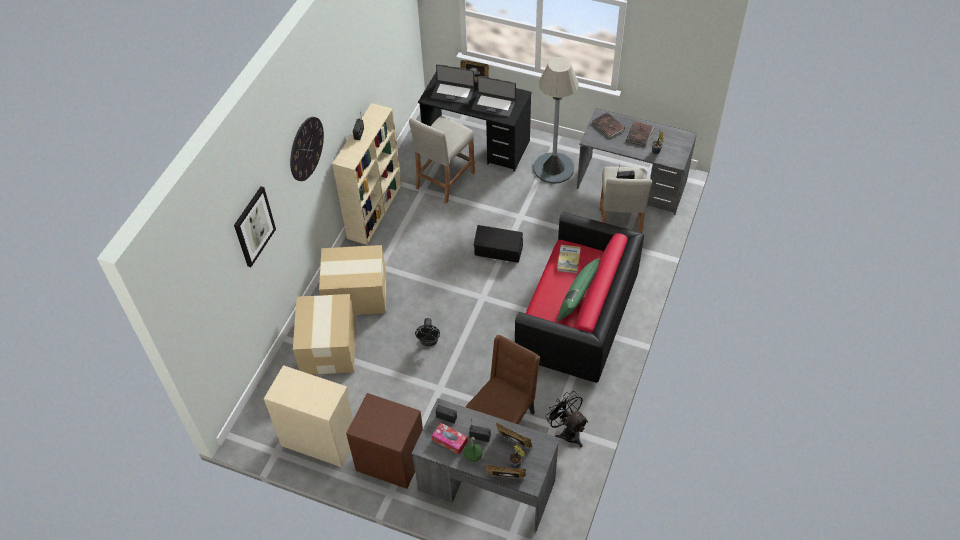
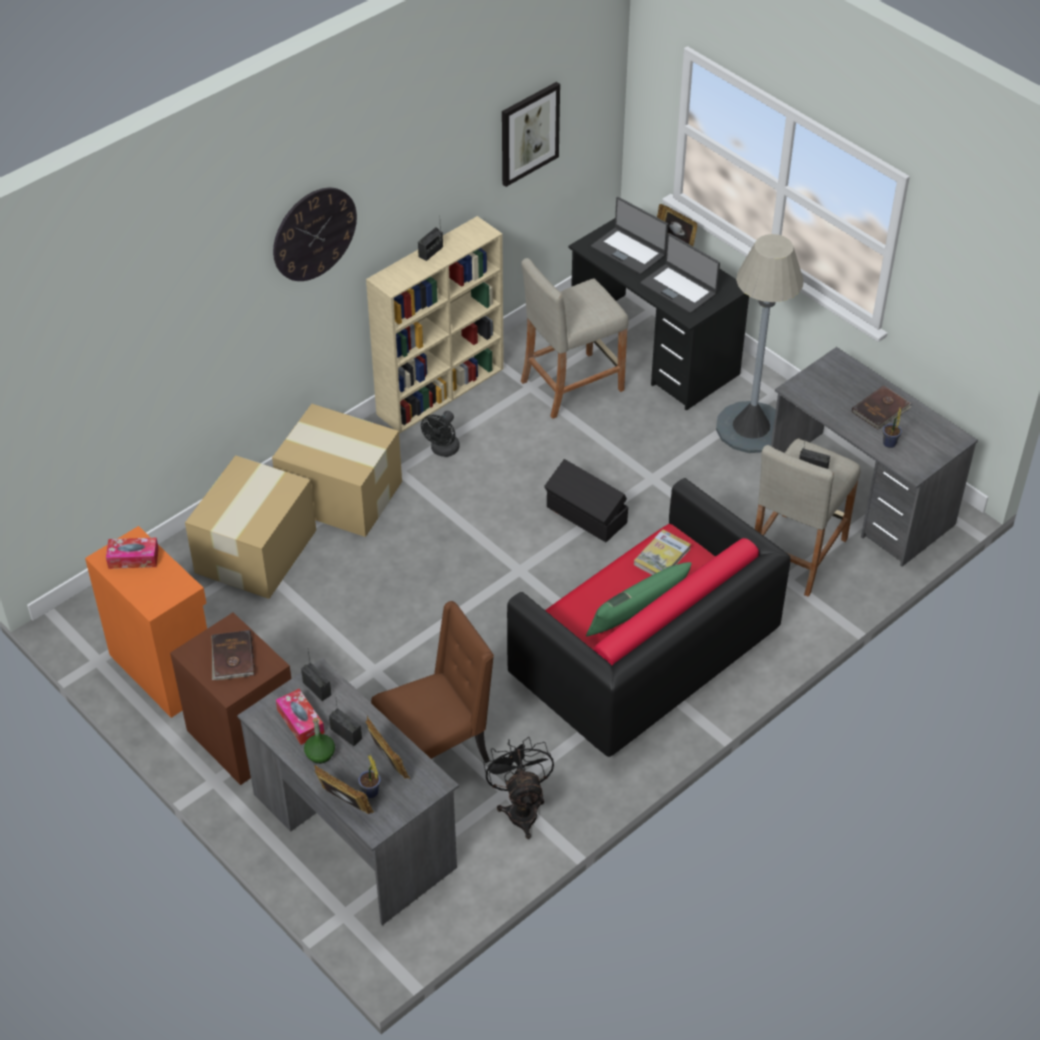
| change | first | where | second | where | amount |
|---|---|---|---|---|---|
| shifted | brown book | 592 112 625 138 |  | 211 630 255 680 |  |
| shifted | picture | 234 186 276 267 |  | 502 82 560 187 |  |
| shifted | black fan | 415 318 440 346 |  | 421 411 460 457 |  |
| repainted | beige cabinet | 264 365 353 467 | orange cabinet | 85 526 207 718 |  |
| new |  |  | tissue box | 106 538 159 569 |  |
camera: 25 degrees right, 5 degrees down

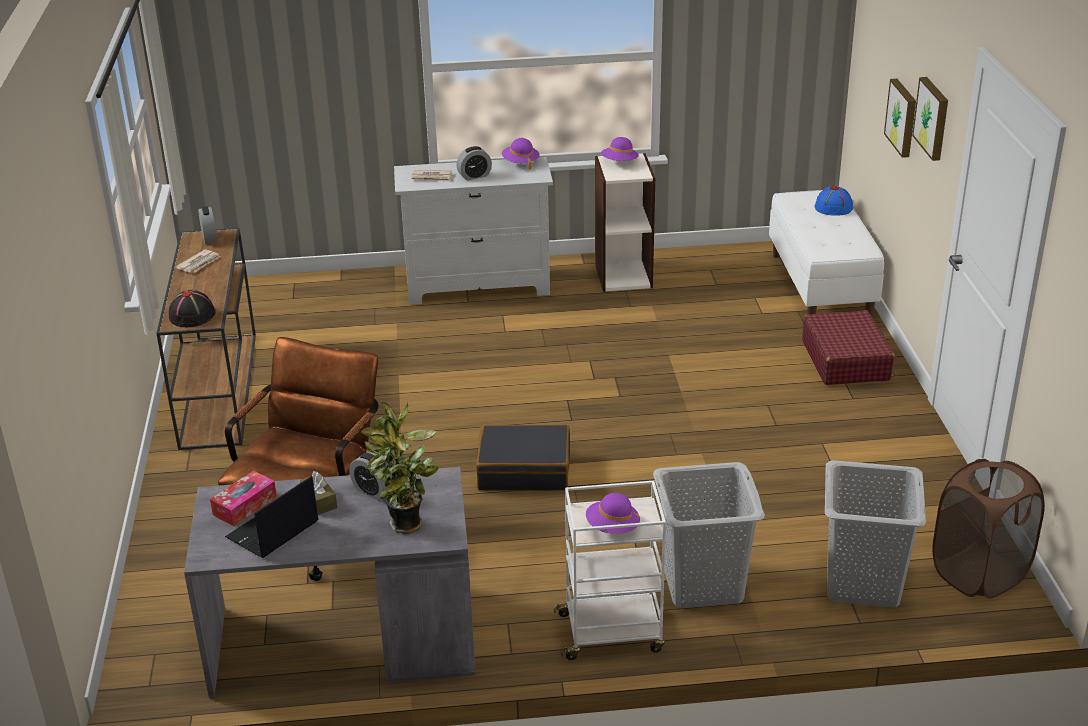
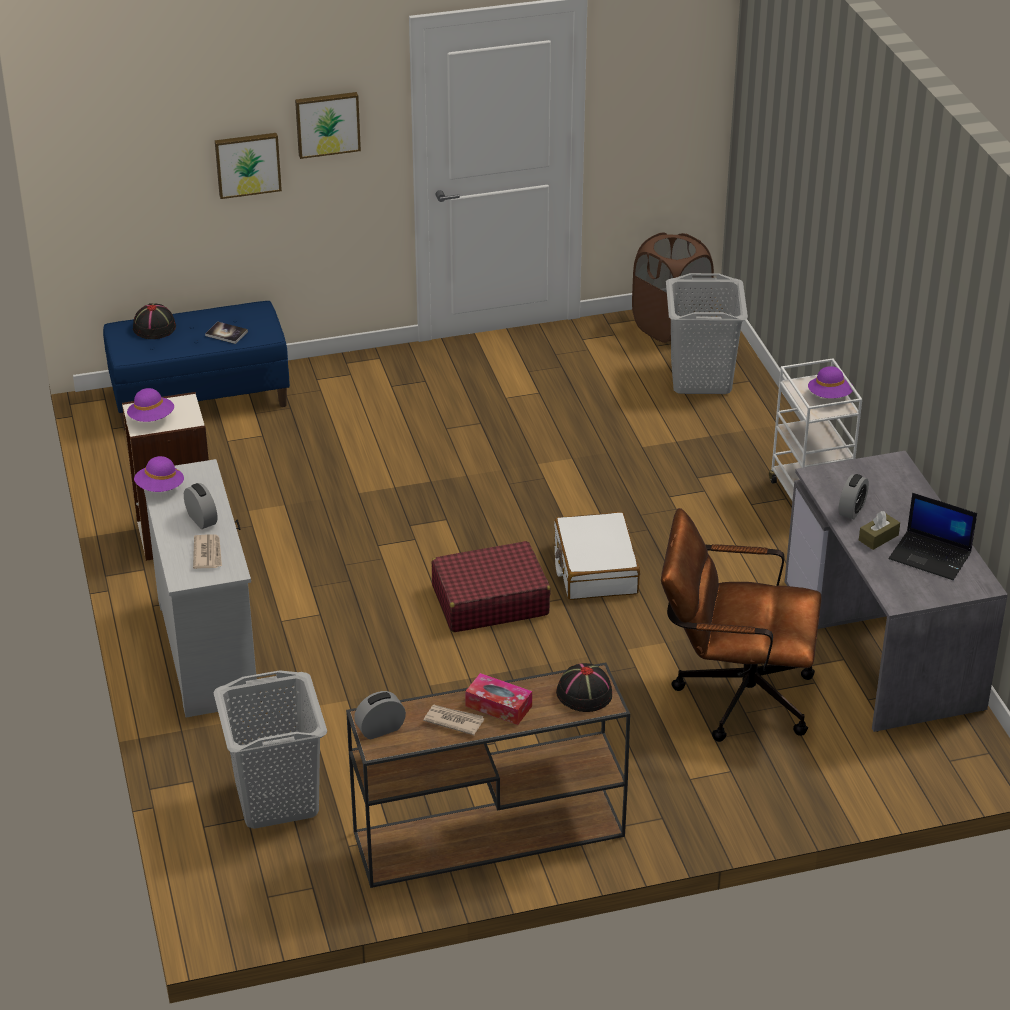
| change | first | where | second | where | amount |
|---|---|---|---|---|---|
| repainted | blue hat | 815 186 853 216 | black hat | 133 303 176 339 |  |
| repainted | white bench | 769 190 884 316 | blue bench | 103 301 290 430 |  |
| shifted | red suitcase | 802 310 895 385 |  | 432 541 551 632 |  |
| gone | potted plant | 361 401 439 534 |  |  |  |
| repainted | black suitcase | 476 425 570 491 | white suitcase | 554 512 640 600 |  |
| shifted | grey laundry basket | 653 462 765 609 |  | 213 670 327 829 |  |
| shifted | tissue box | 210 471 277 526 |  | 465 673 532 725 |  |
| new |  |  | book | 205 322 248 344 |  |
camera: 100 degrees left, 5 degrees up

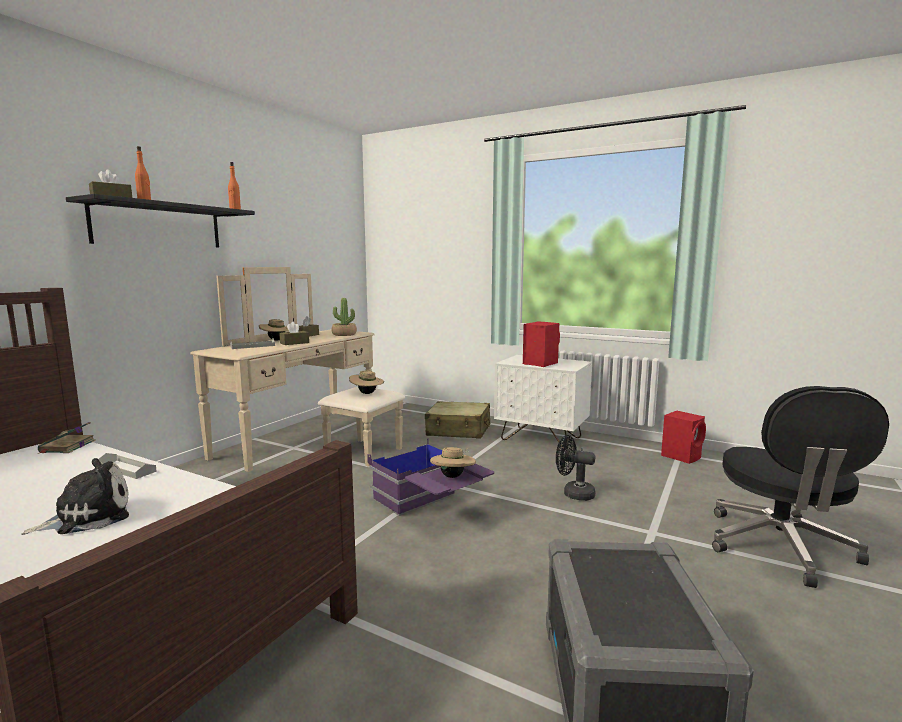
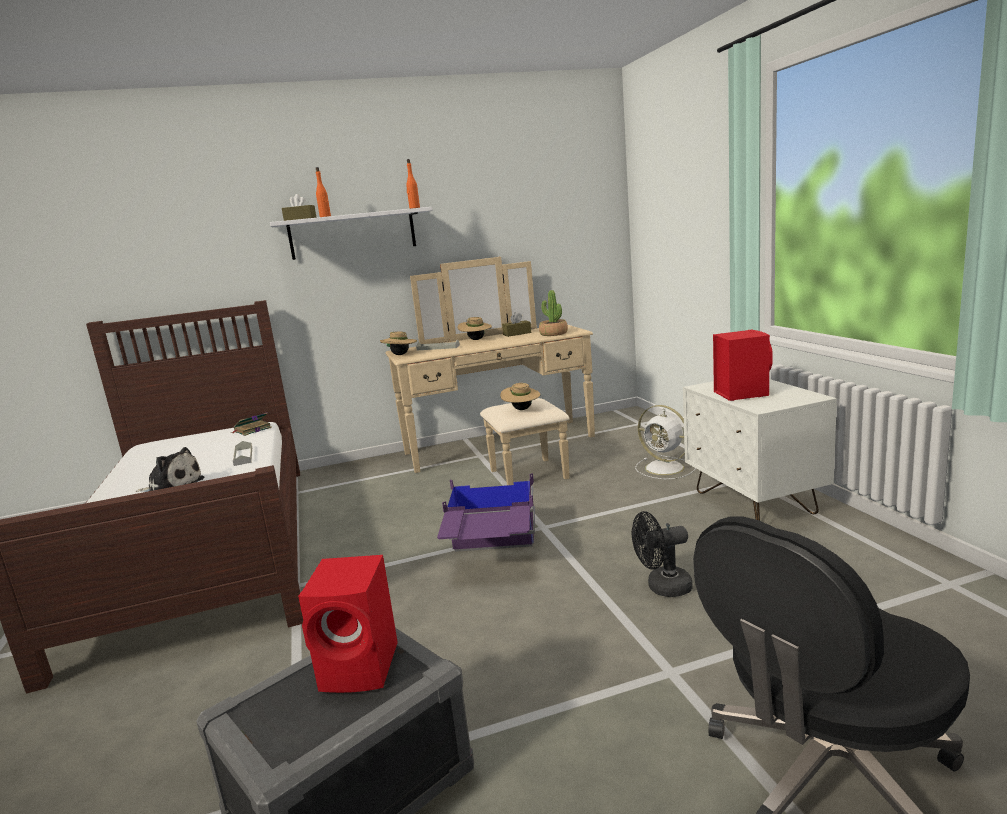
| change | first | where | second | where | amount |
|---|---|---|---|---|---|
| repainted | black shelf | 66 194 255 248 | white shelf | 270 207 433 260 |  |
| gone | brown tissue box | 279 322 309 345 |  |  |  |
| swapped | beige suitcase | 425 401 490 438 | white fan | 635 405 696 479 |  |
| shifted | red speaker | 661 411 706 464 |  | 298 555 398 693 |  |
| rotated | black fan | 556 435 596 501 |  | 632 511 692 597 | 75 degrees counterclockwise |
| shifted | beige hat | 430 447 476 478 |  | 380 331 417 355 |  |
camera: 45 degrees right, 5 degrees up

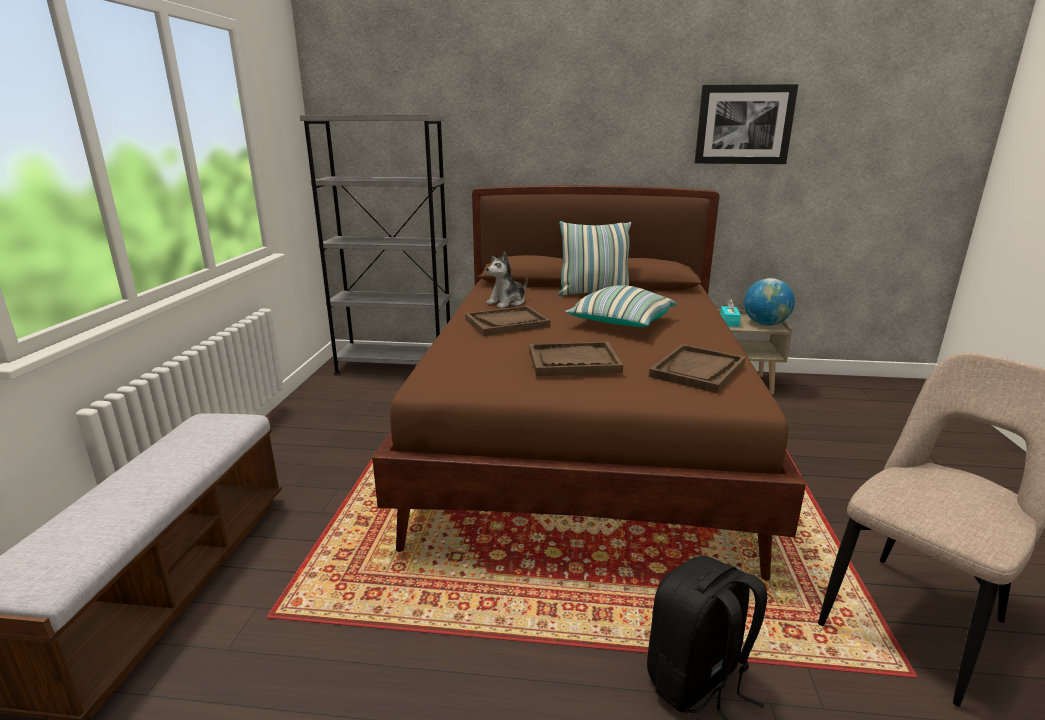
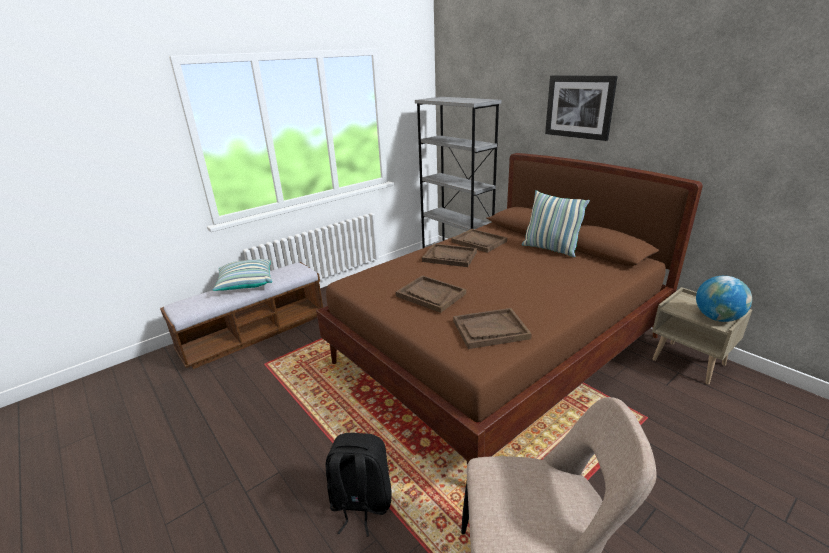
| change | first | where | second | where | amount |
|---|---|---|---|---|---|
| shifted | picture | 695 84 798 164 |  | 545 76 618 141 |  |
| swapped | plush toy | 486 252 528 308 | brown tray | 452 229 507 253 |  |
| shifted | pillow | 565 285 677 327 |  | 213 259 272 291 |  |
| gone | turquoise tissue box | 720 299 741 327 |  |  |  |
camera: 45 degrees right, 5 degrees up

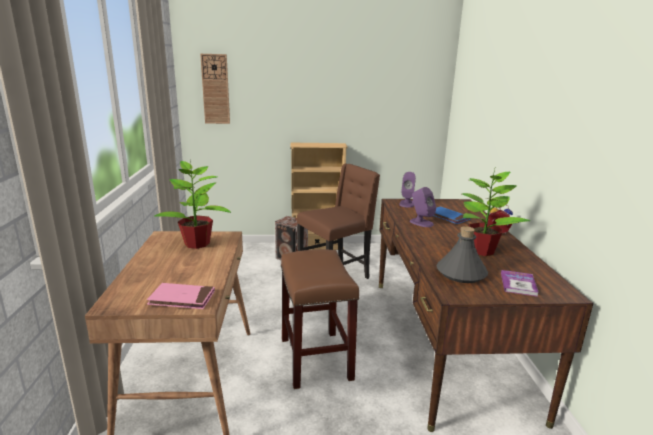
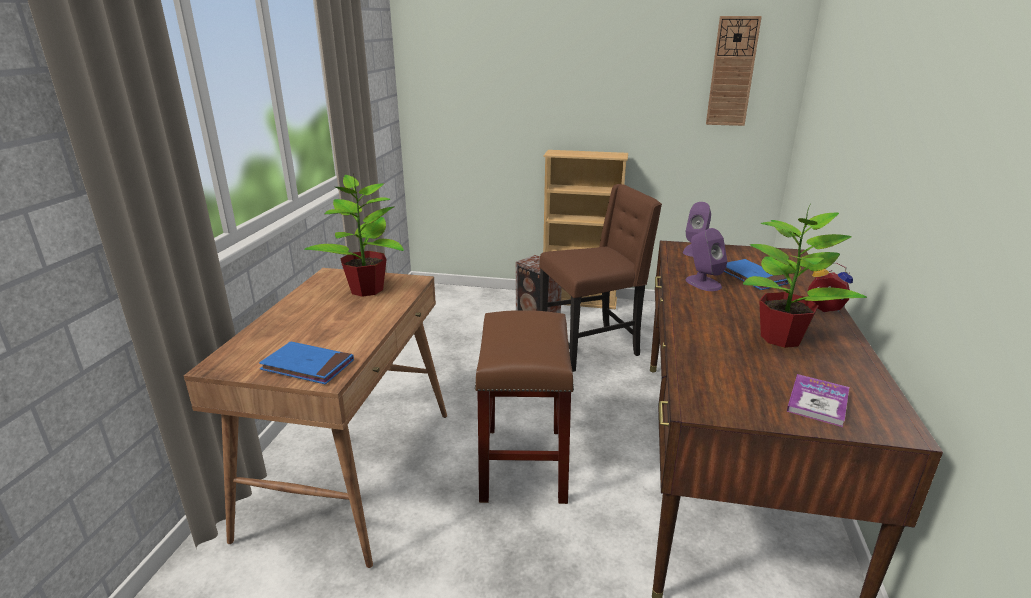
| change | first | where | second | where | amount |
|---|---|---|---|---|---|
| shifted | wall clock | 200 54 230 124 |  | 706 16 762 126 |  |
| gone | grey bottle | 436 226 488 283 |  |  |  |
| repainted | pink book | 147 283 215 309 | blue book | 259 342 354 384 |  |
camera: 15 degrees right, 5 degrees up

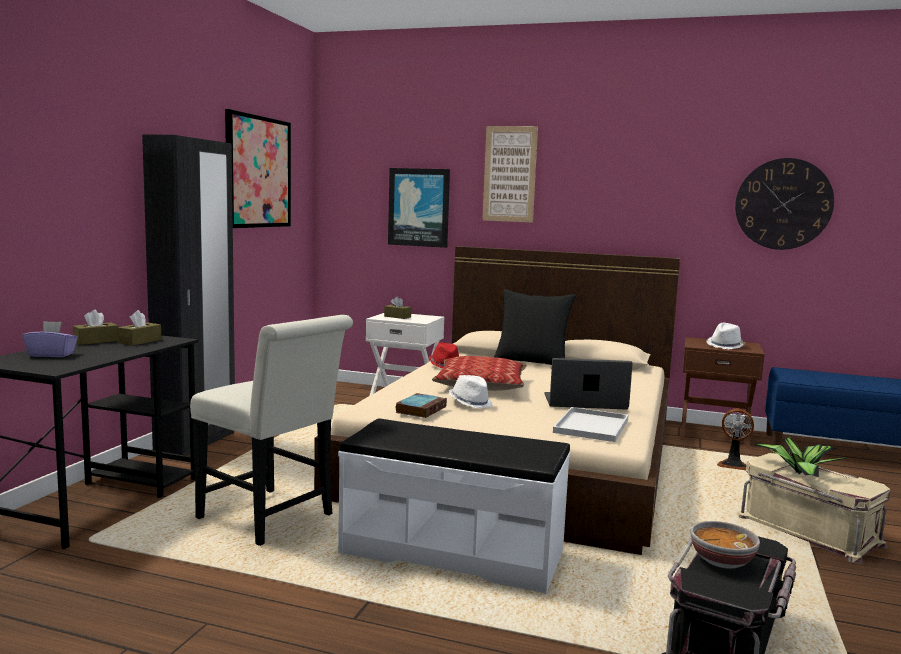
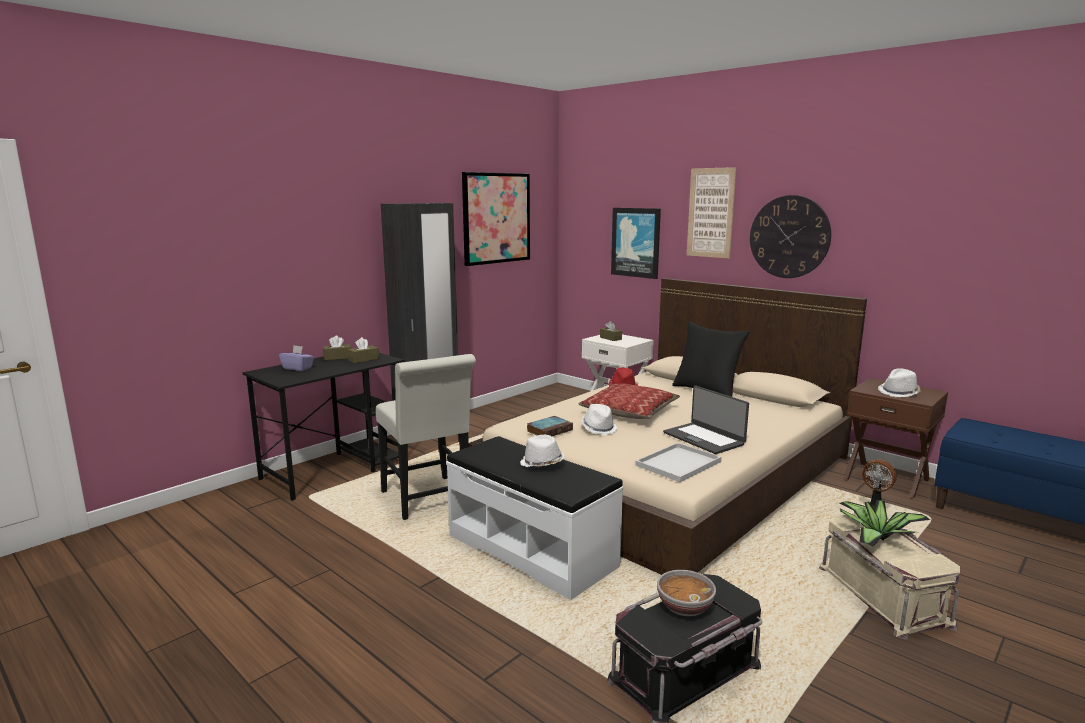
| change | first | where | second | where | amount |
|---|---|---|---|---|---|
| shifted | wall clock | 735 158 834 250 |  | 750 195 831 278 |  |
| rotated | laptop | 544 358 633 410 |  | 663 385 749 454 | 150 degrees counterclockwise |
| new |  |  | white hat | 520 435 565 467 |  |
camera: 25 degrees right, 5 degrees up

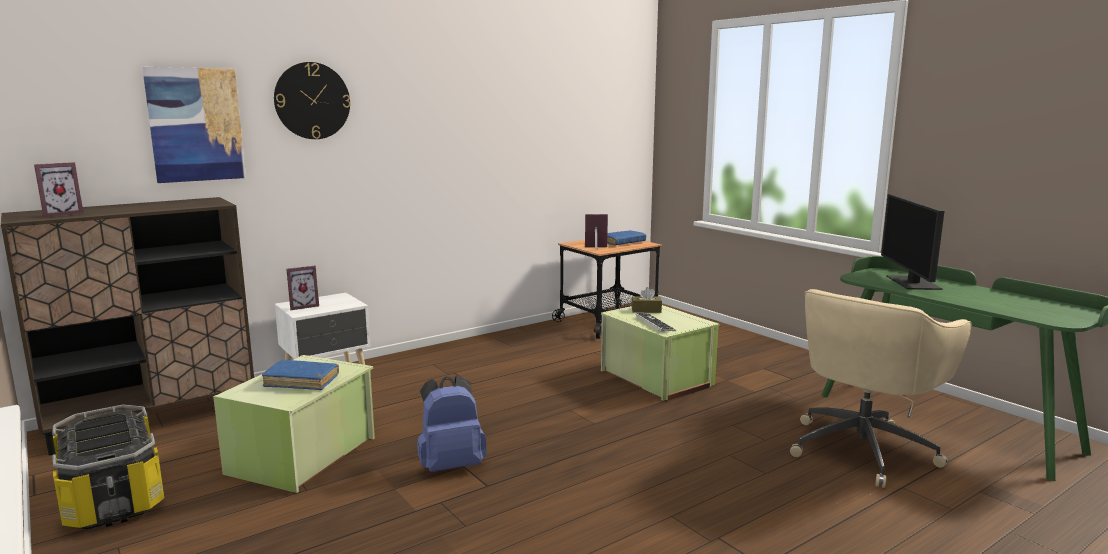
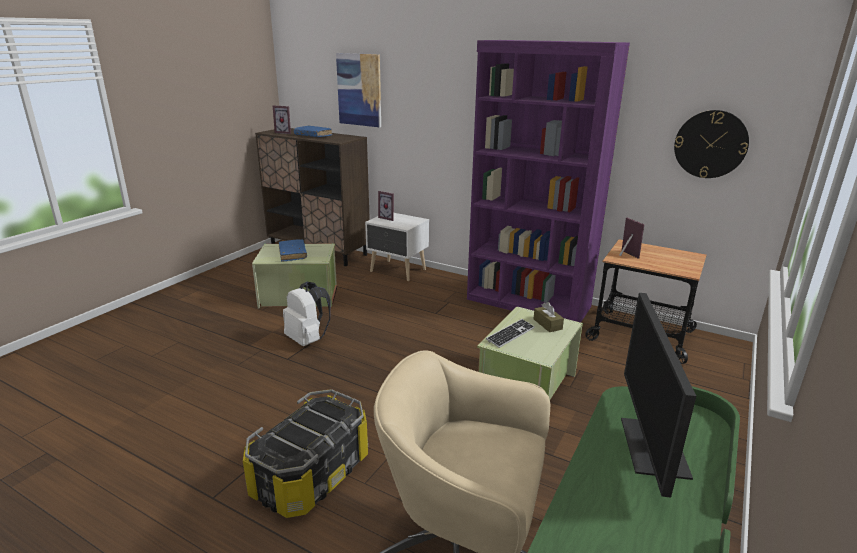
| change | first | where | second | where | amount |
|---|---|---|---|---|---|
| shifted | wall clock | 274 62 351 139 |  | 674 110 749 178 |  |
| rotated | monitor | 881 194 945 290 |  | 621 293 696 498 | 60 degrees counterclockwise |
| shifted | blue book | 607 230 646 246 |  | 294 125 332 137 |  |
| repainted | blue backpack | 417 376 487 472 | white backpack | 283 282 331 346 |  |
| shifted | storage box | 52 405 164 529 |  | 243 389 368 518 |  |
| new |  |  | purple bookcase | 467 40 630 323 |  |
camera: 65 degrees right, 10 degrees up

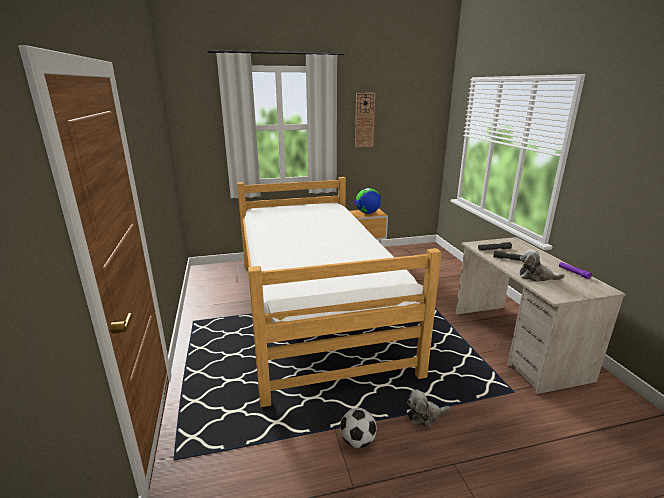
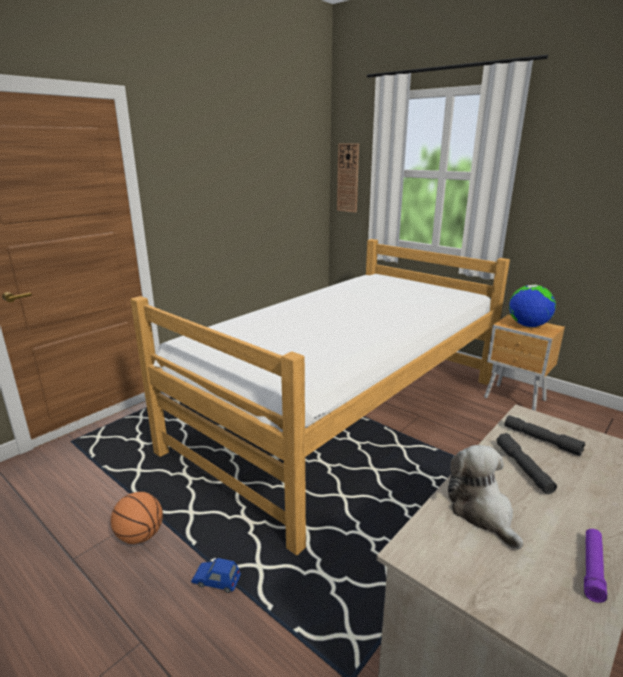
| change | first | where | second | where | amount |
|---|---|---|---|---|---|
| shifted | wall clock | 355 93 375 147 |  | 337 144 359 213 |  |
| swapped | plush toy | 407 390 450 427 | blue toy car | 191 558 241 593 |  |
| swapped | football | 340 408 377 448 | basketball | 111 492 163 544 |  |
camera: 55 degrees right, 0 degrees up

